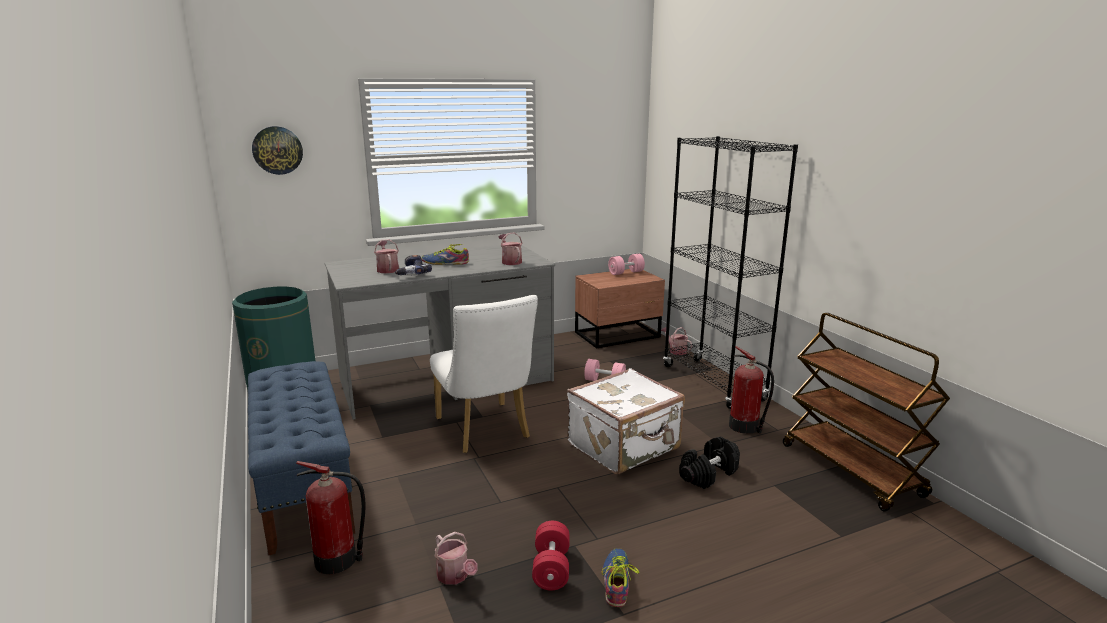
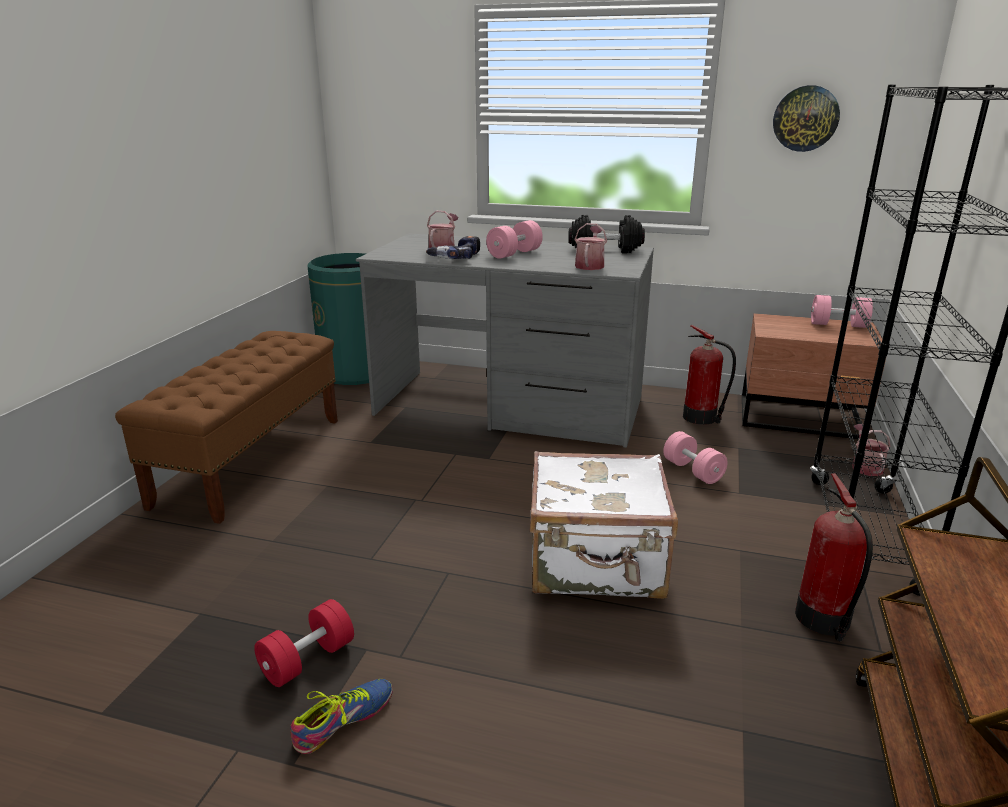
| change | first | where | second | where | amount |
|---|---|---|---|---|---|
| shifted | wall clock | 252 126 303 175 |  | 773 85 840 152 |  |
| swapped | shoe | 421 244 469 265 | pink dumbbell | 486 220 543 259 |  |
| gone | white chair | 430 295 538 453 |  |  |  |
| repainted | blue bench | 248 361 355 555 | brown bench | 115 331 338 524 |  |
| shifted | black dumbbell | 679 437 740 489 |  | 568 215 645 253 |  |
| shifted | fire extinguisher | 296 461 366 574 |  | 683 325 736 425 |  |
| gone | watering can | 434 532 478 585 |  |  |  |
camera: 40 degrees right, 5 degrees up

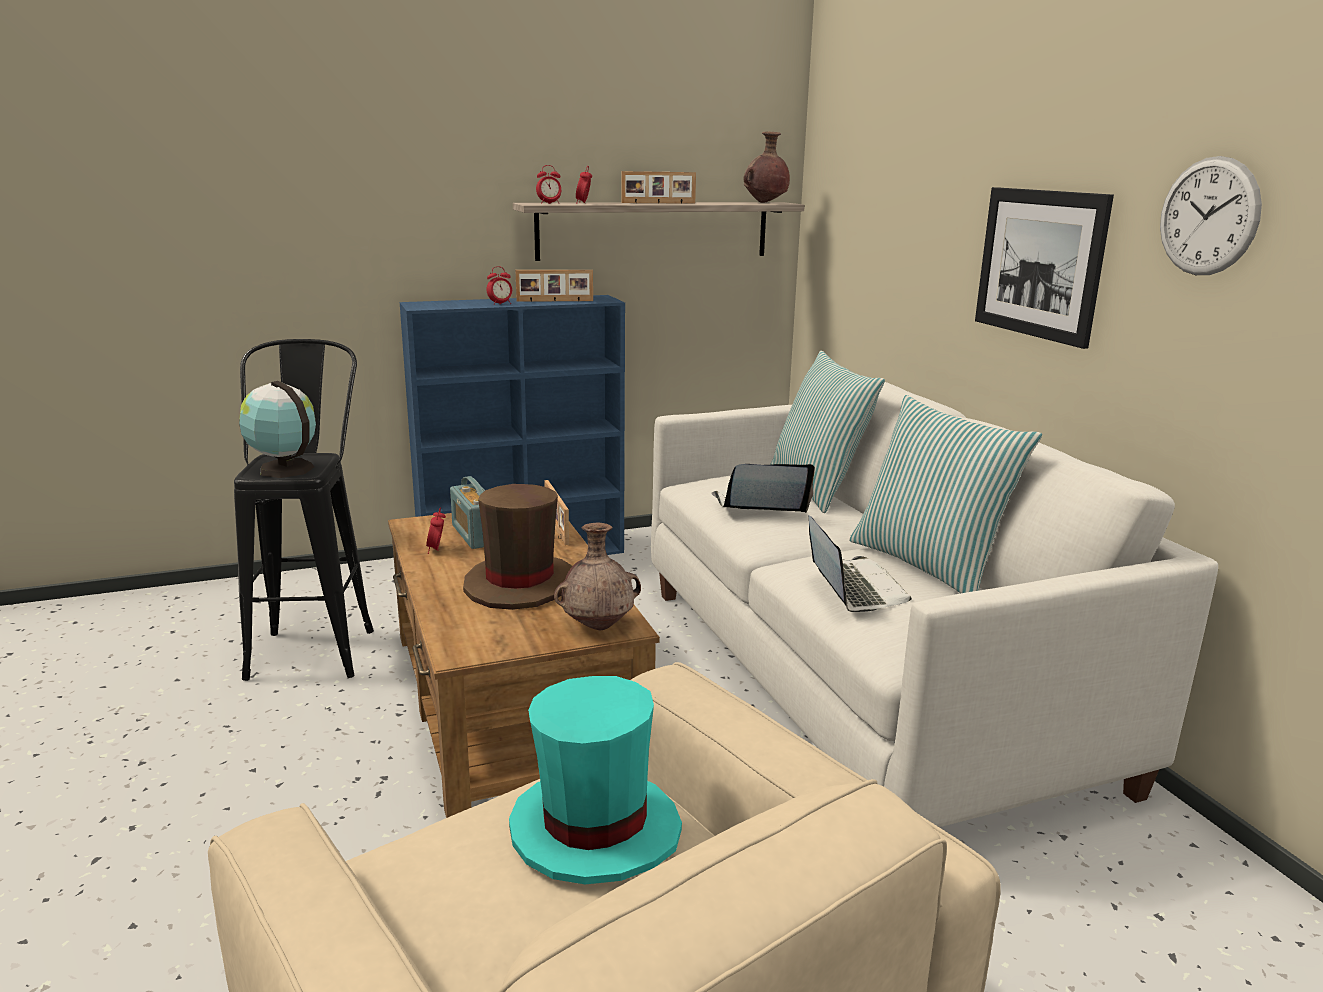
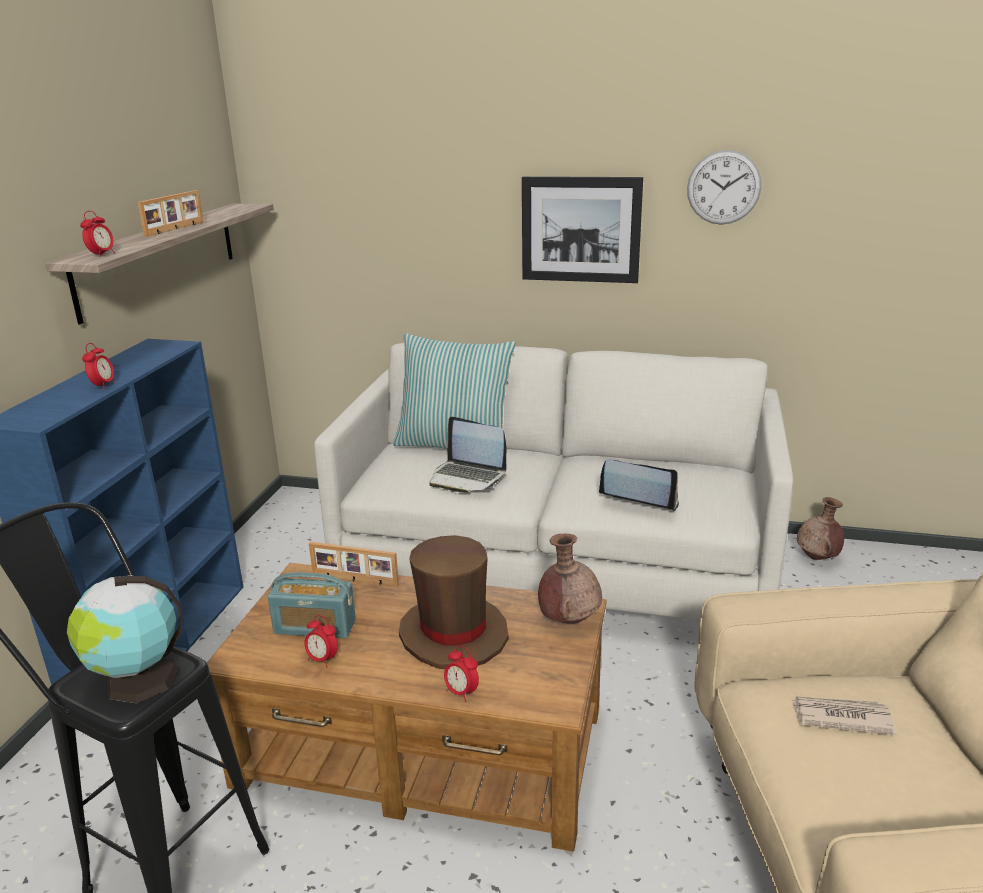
| change | first | where | second | where | amount |
|---|---|---|---|---|---|
| shifted | brown vase | 743 131 790 203 |  | 797 497 844 560 |  |
| shifted | alarm clock | 576 166 592 204 |  | 444 646 479 702 |  |
| gone | picture frame | 516 270 593 302 |  |  |  |
| gone | pillow | 849 395 1042 593 |  |  |  |
| rotated | laptop | 711 464 815 513 |  | 429 417 506 493 | 90 degrees counterclockwise |
| swapped | turquoise hat | 509 676 682 884 | newspaper | 792 696 897 735 |  |
camera: 55 degrees left, 5 degrees up

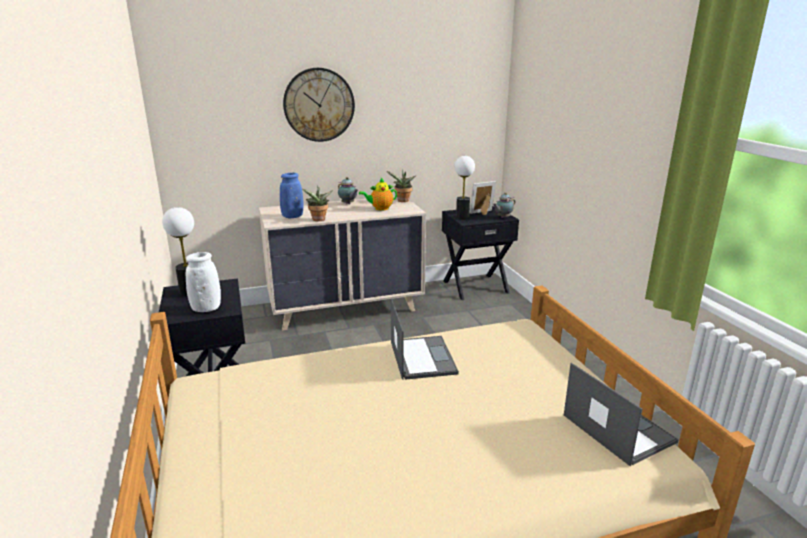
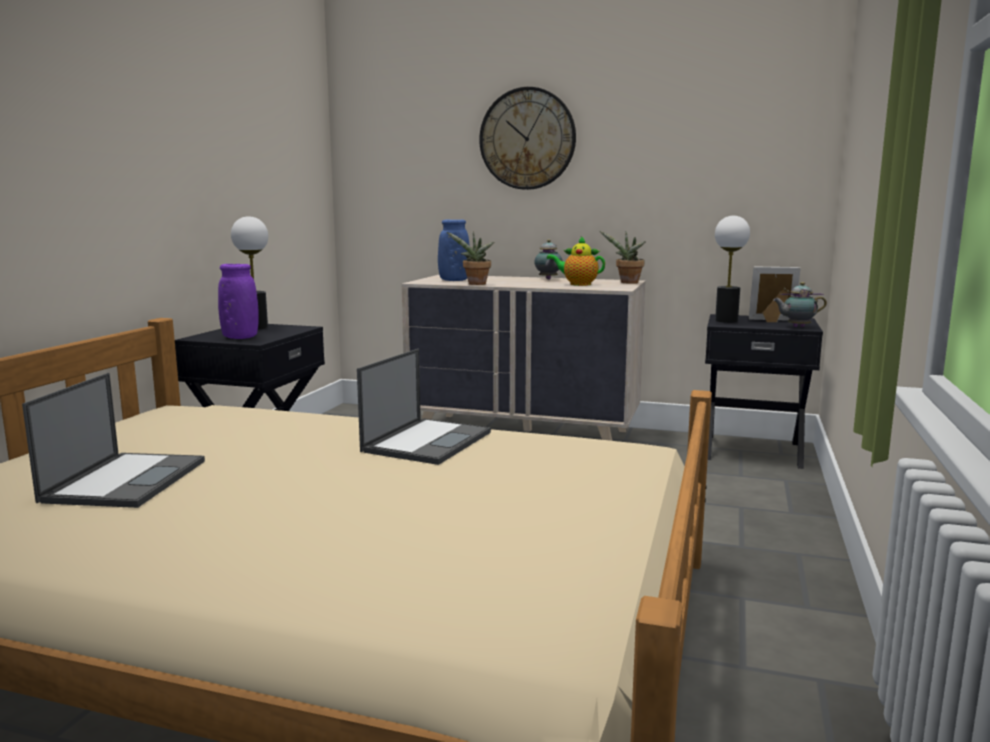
| change | first | where | second | where | amount |
|---|---|---|---|---|---|
| repainted | white vase | 186 252 221 312 | purple vase | 218 264 259 339 |  |
| shifted | laptop | 564 363 679 466 |  | 22 373 205 508 |  |
camera: 35 degrees right, 10 degrees down

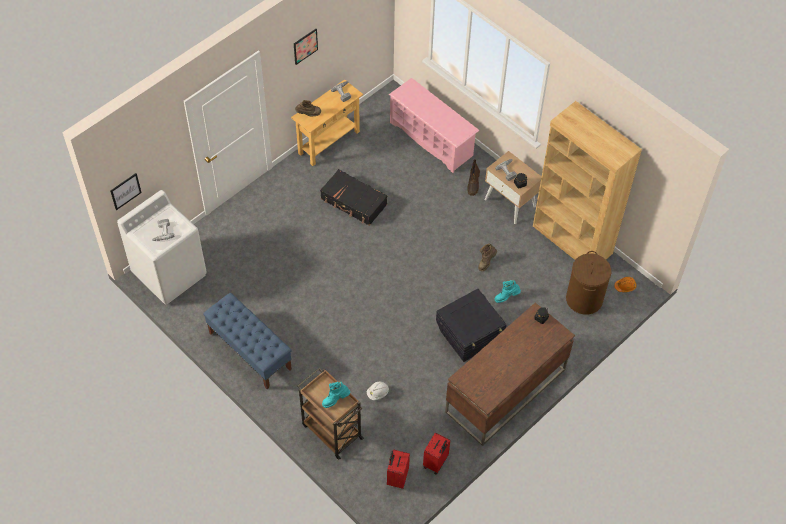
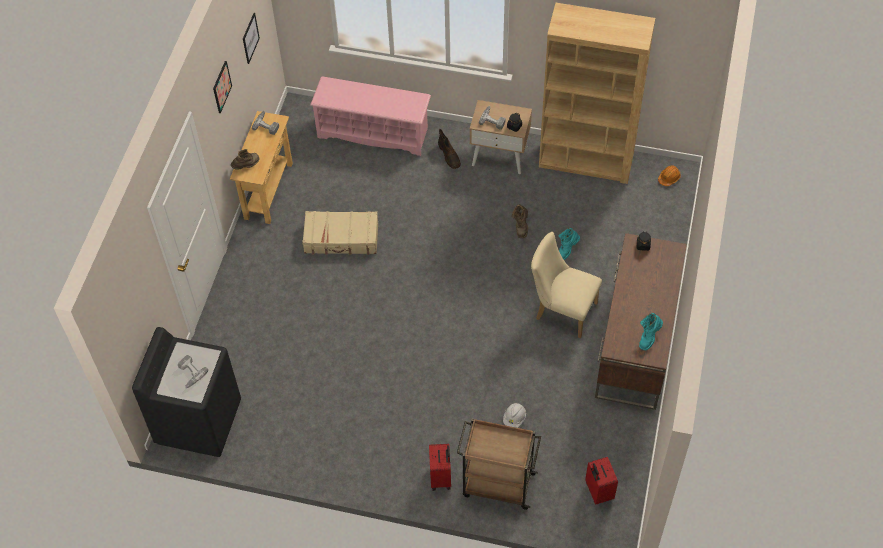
| change | first | where | second | where | amount |
|---|---|---|---|---|---|
| repainted | black suitcase | 320 169 387 226 | beige suitcase | 302 211 378 255 |  |
| shifted | picture | 110 173 142 210 |  | 243 13 260 64 |  |
| repainted | white washing machine | 117 190 207 305 | black washing machine | 132 327 241 457 |  |
| gone | brown laundry basket | 566 251 611 315 |  |  |  |
| swapped | black storage box | 436 289 507 362 | beige chair | 531 232 602 338 |  |
| gone | blue bench | 203 293 292 389 |  |  |  |
| shifted | turquoise boot | 322 381 350 408 |  | 639 313 663 350 |  |
| shifted | red suitcase | 423 432 450 475 |  | 429 444 451 491 |  |
camera: 30 degrees left, 0 degrees up

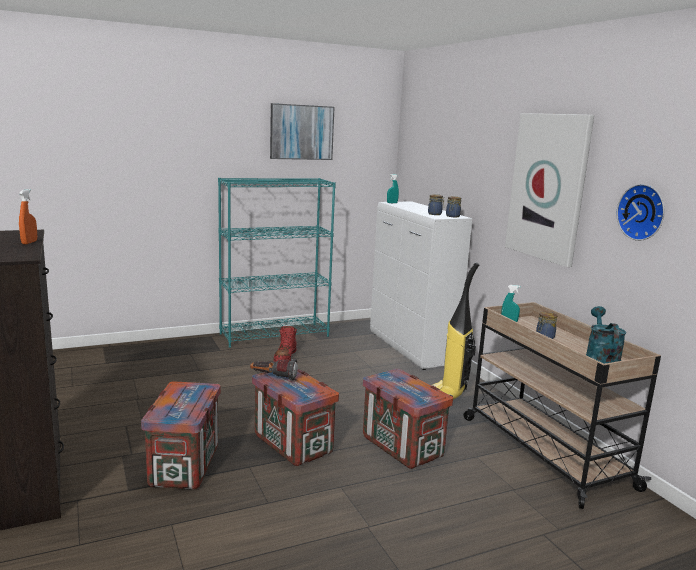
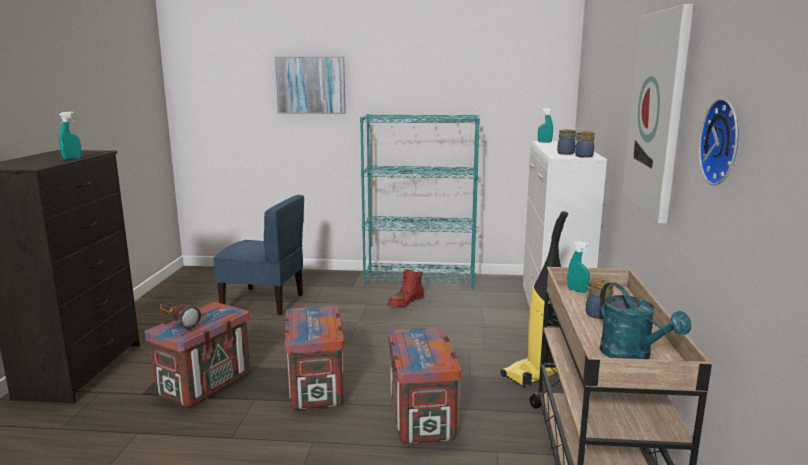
| change | first | where | second | where | amount |
|---|---|---|---|---|---|
| shifted | picture | 270 103 335 160 |  | 275 57 346 114 |  |
| repainted | orange spray bottle | 19 189 37 244 | turquoise spray bottle | 59 112 81 160 |  |
| rotated | turquoise watering can | 586 306 626 364 |  | 600 282 691 359 | 120 degrees clockwise |
| shifted | flashlight | 250 359 298 380 |  | 160 303 201 329 |  |
| new |  |  | blue chair | 213 195 304 315 |  |
camera: 30 degrees right, 0 degrees up

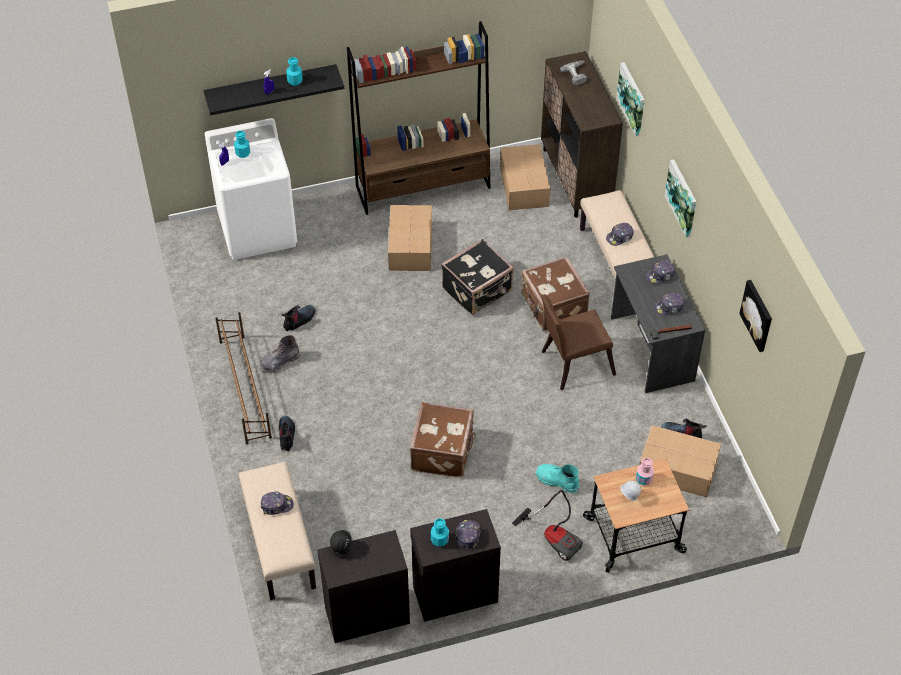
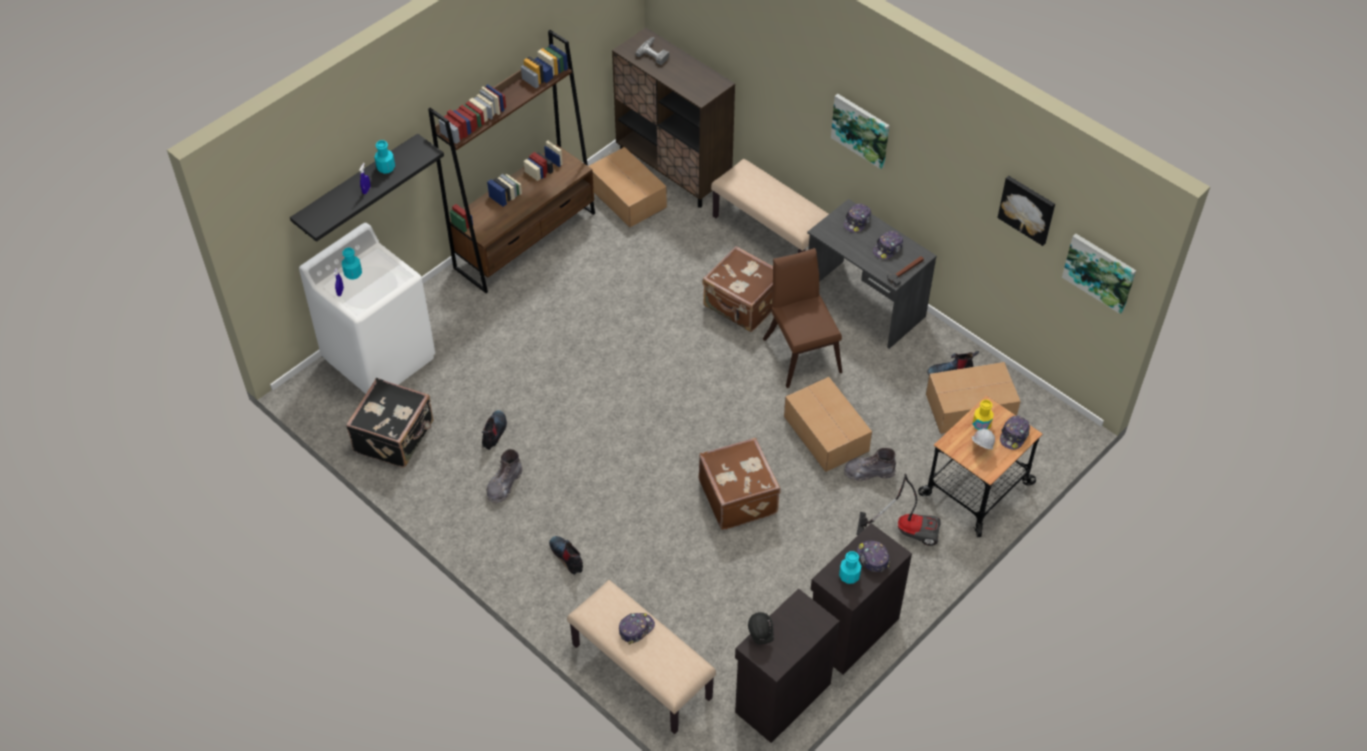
| change | first | where | second | where | amount |
|---|---|---|---|---|---|
| shifted | picture | 616 62 644 137 |  | 1062 234 1136 314 |  |
| shifted | cardboard box | 388 205 432 271 |  | 784 377 872 472 |  |
| shifted | cap | 606 223 633 246 |  | 1000 416 1030 450 |  |
| shifted | black suitcase | 442 239 514 315 |  | 346 378 433 467 |  |
| rotated | brown chair | 541 295 616 390 |  | 763 248 842 388 | 120 degrees clockwise |
| gone | brown shoe rack | 215 312 272 444 |  |  |  |
| repainted | pink bottle | 636 458 654 485 | yellow bottle | 972 400 994 430 |  |
| repainted | turquoise boot | 536 464 580 494 | grey boot | 844 448 896 482 |  |
camera: 30 degrees left, 0 degrees up

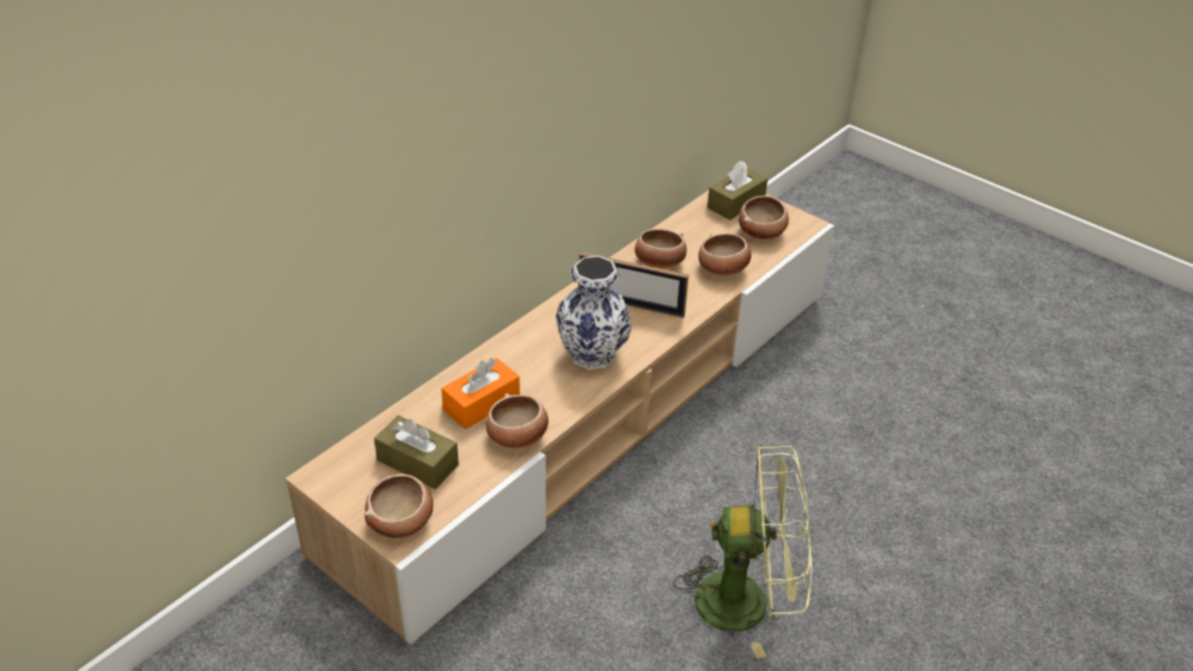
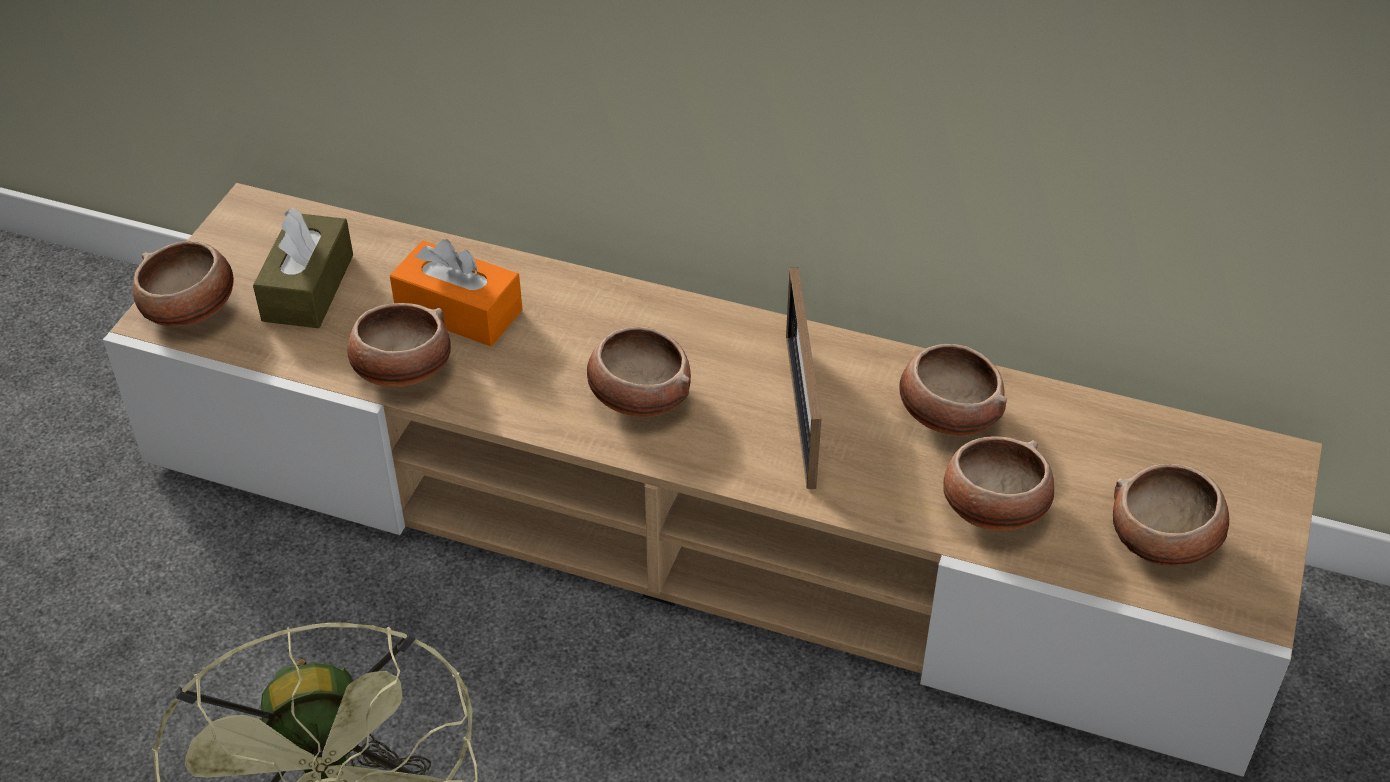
| change | first | where | second | where | amount |
|---|---|---|---|---|---|
| gone | brown tissue box | 707 161 768 220 |  |  |  |
| swapped | vase | 555 256 632 370 | bowl | 587 327 691 417 |  |
camera: 70 degrees right, 5 degrees up

